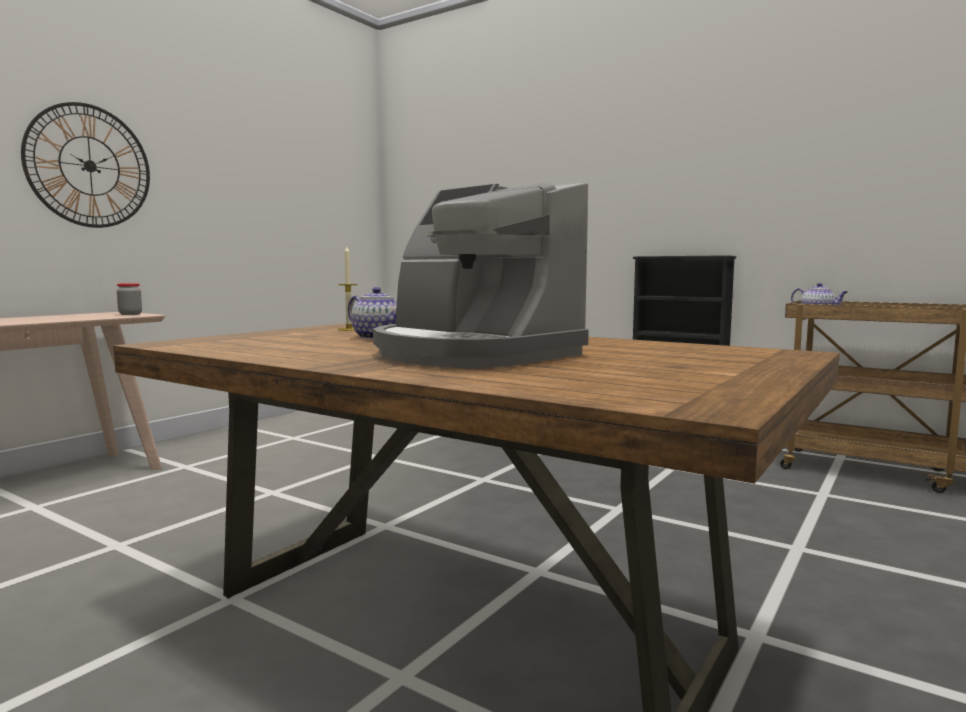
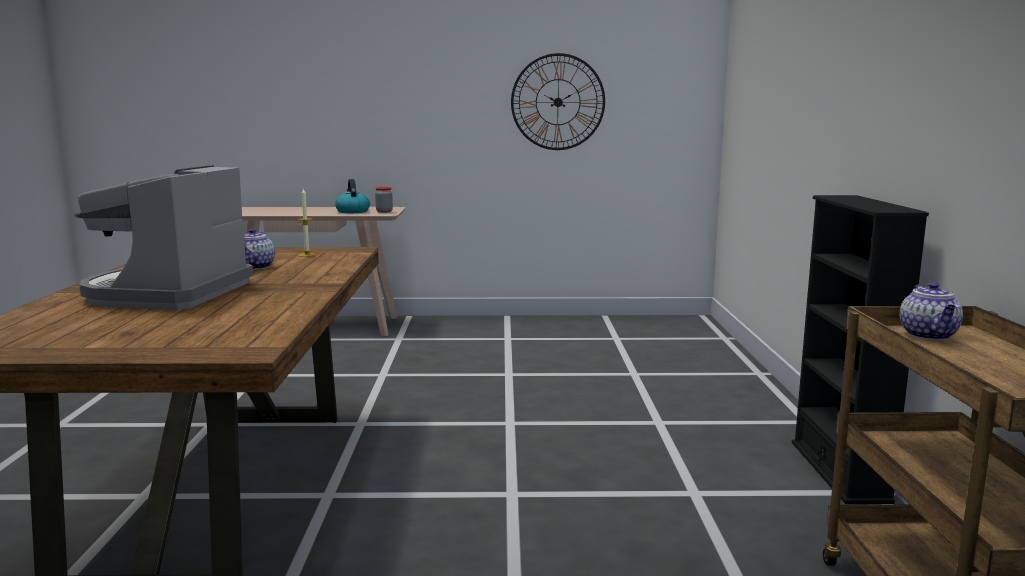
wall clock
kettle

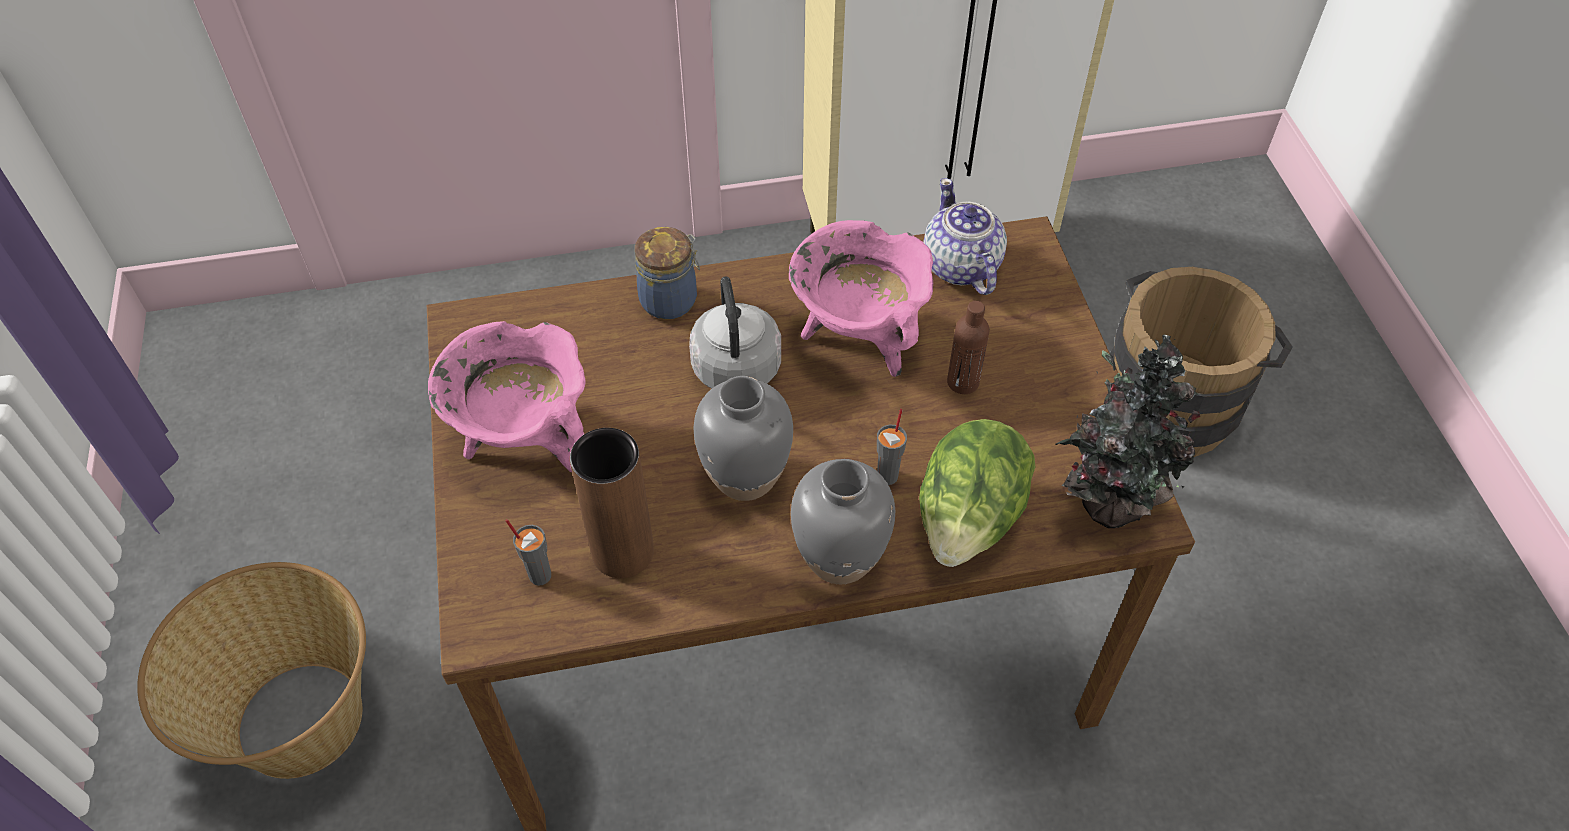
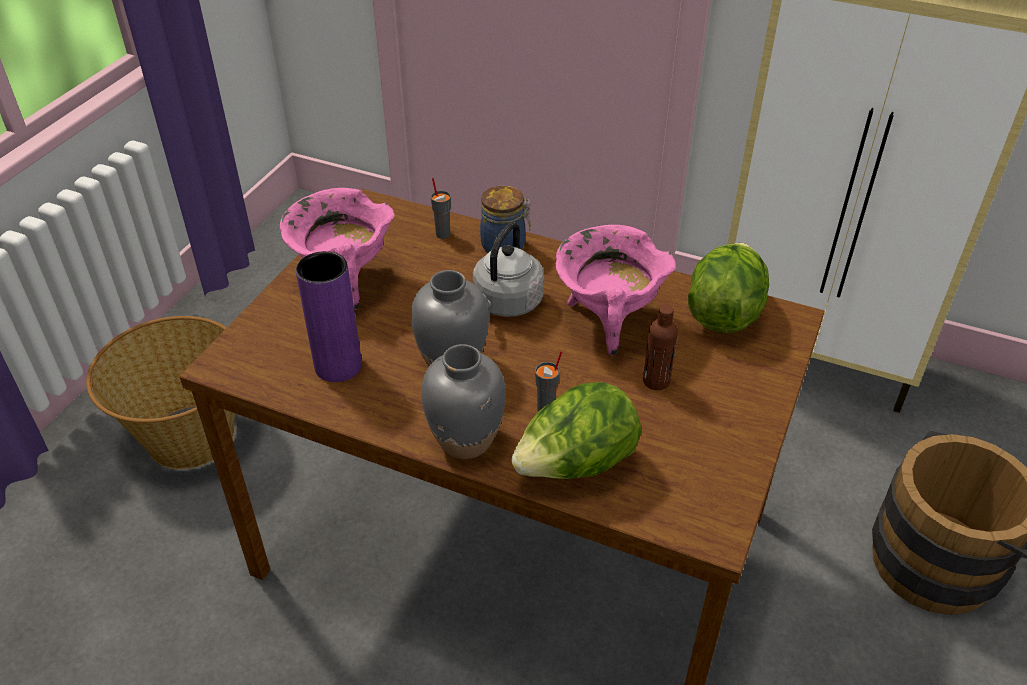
lettuce (no. 2 from left)
potted plant
purple vase
grey cup (no. 1 from left)

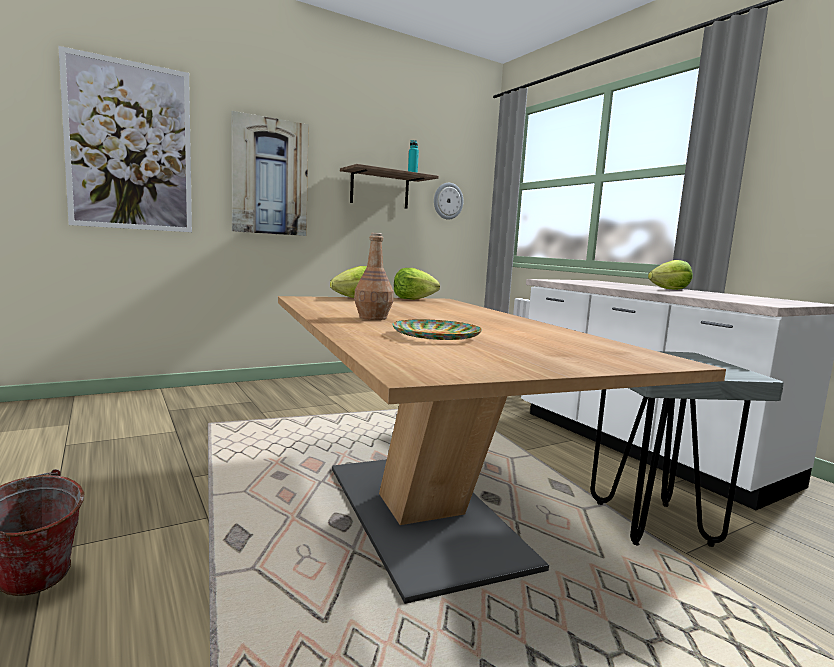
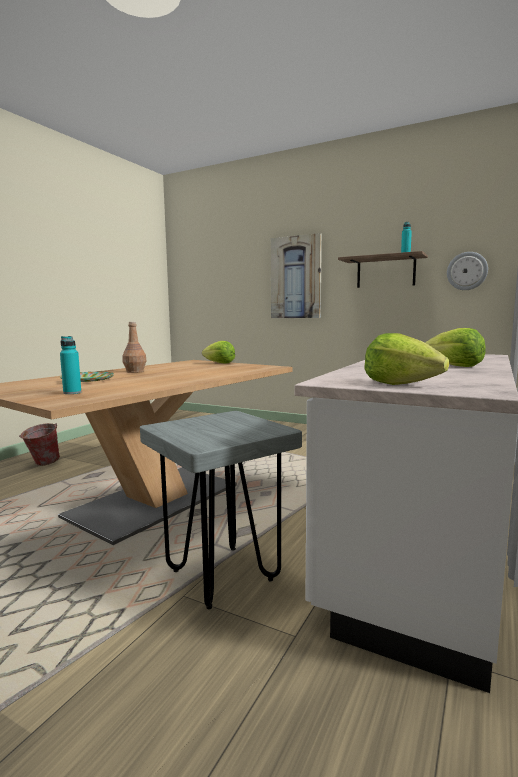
picture (no. 1 from left in the first image)
lettuce (no. 2 from left)
turquoise bottle (no. 1 from left)

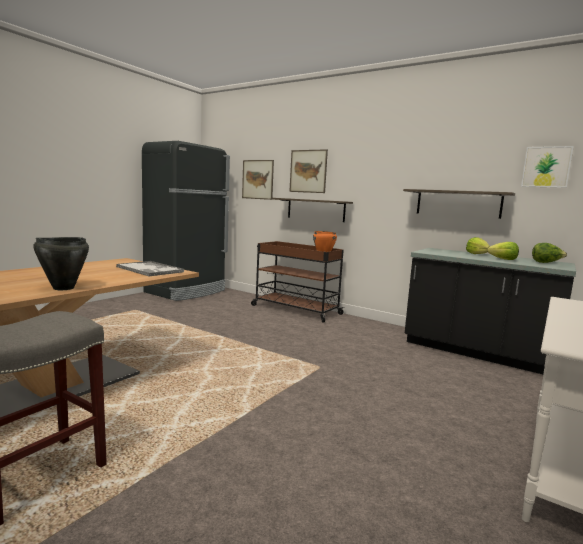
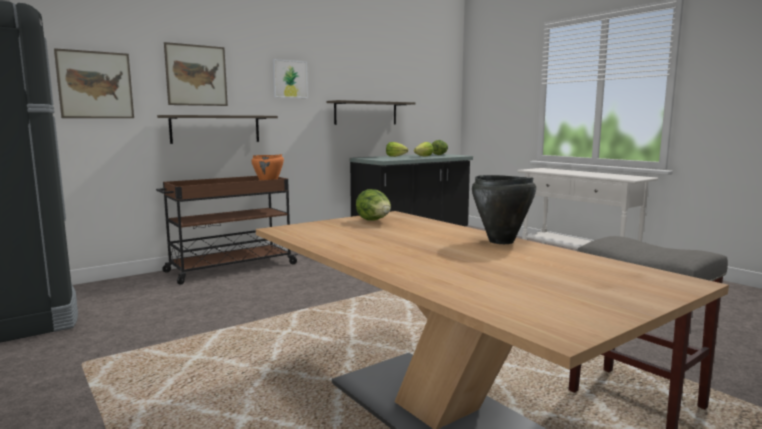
picture (no. 3 from left)
lettuce (no. 1 from left)

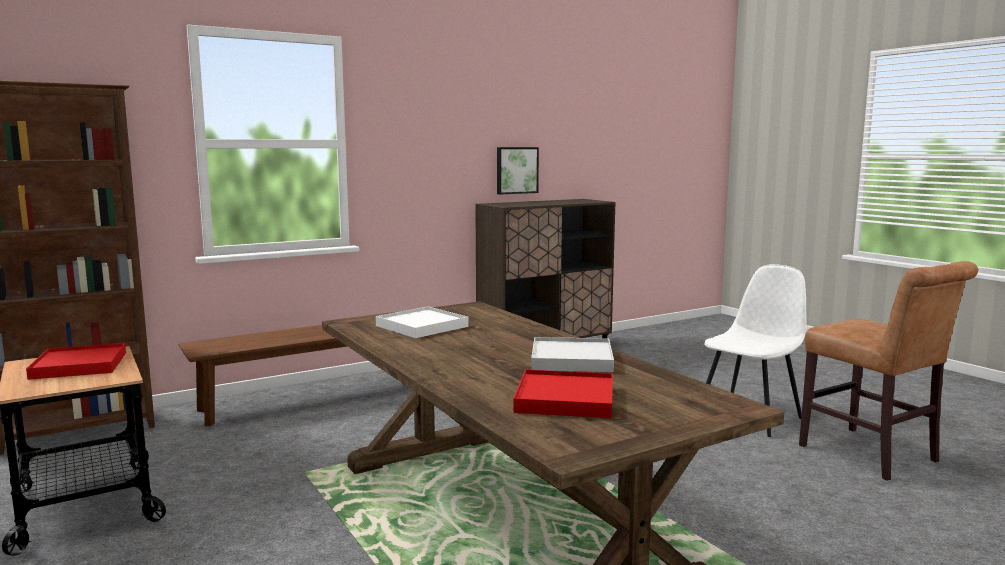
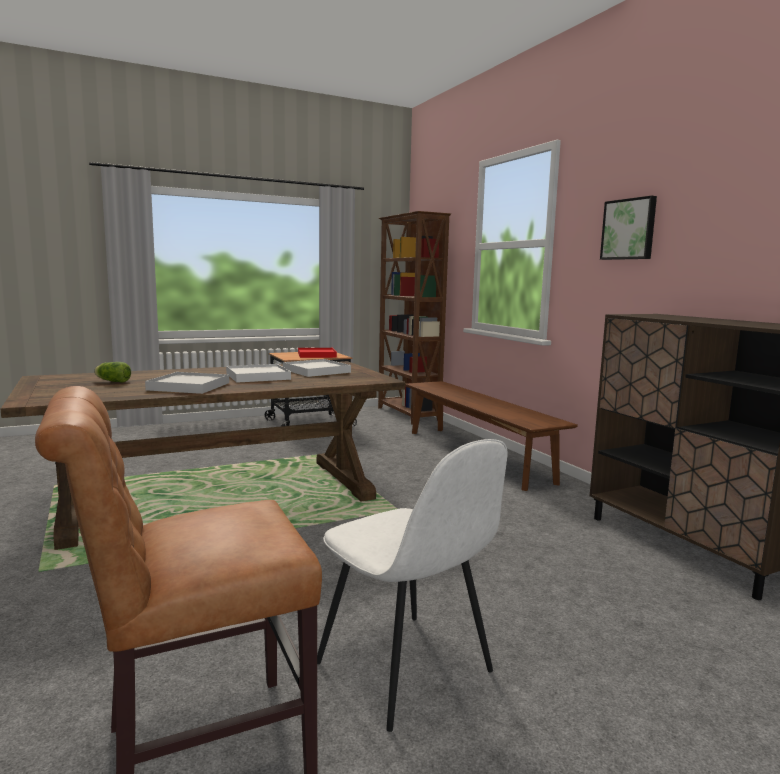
picture
lettuce
white tray (no. 2 from left)

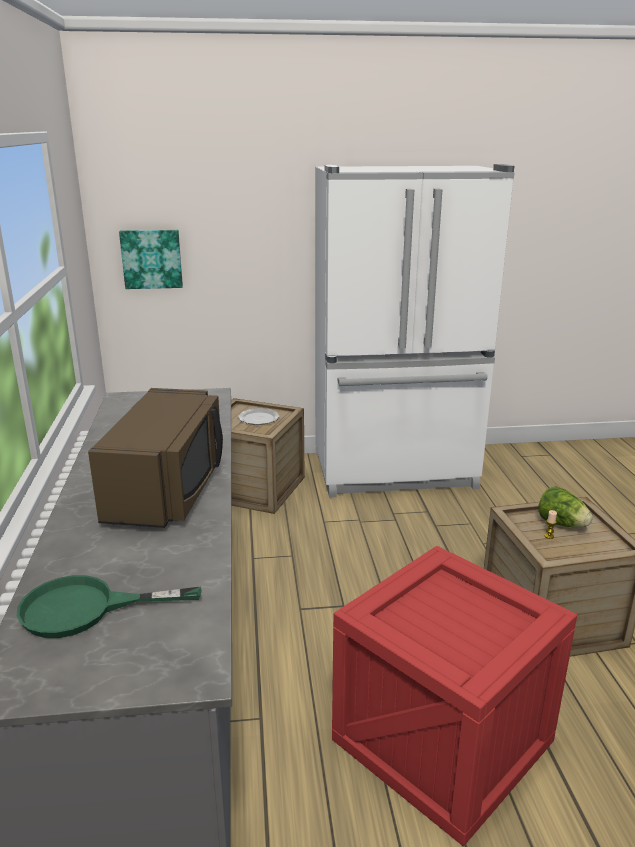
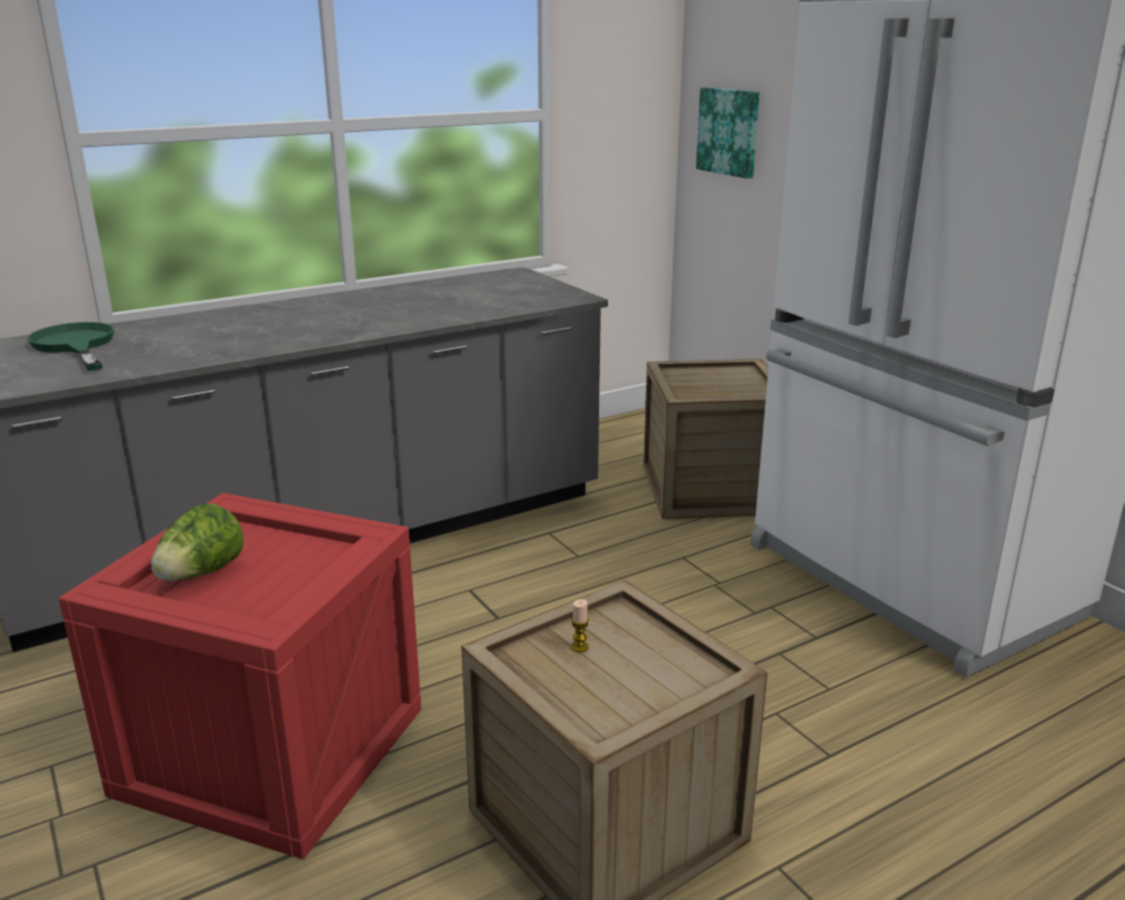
brown microwave
plate
lettuce

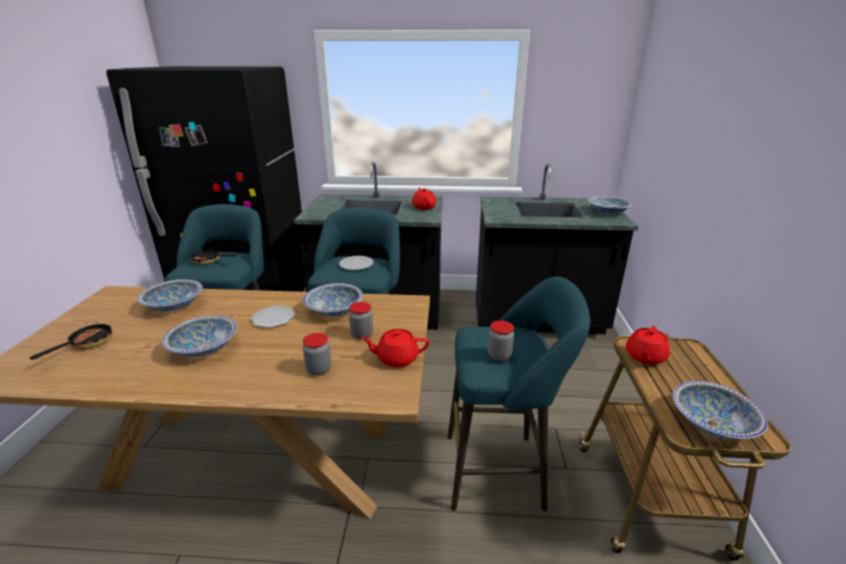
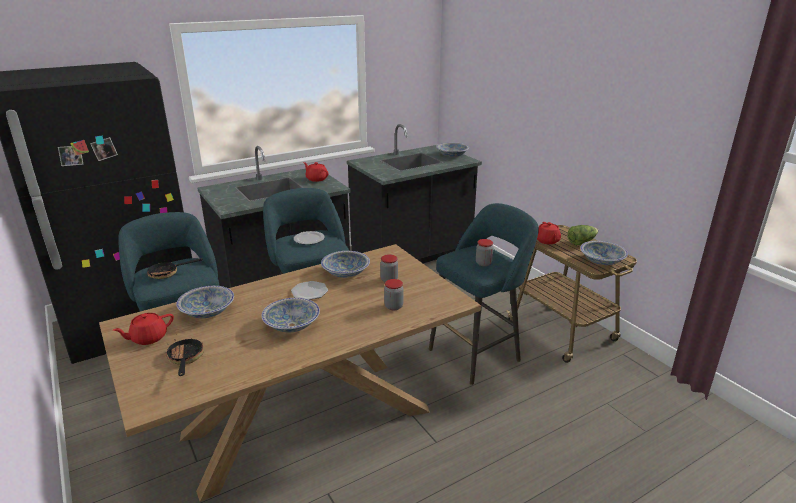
red teapot (no. 1 from left)
lettuce

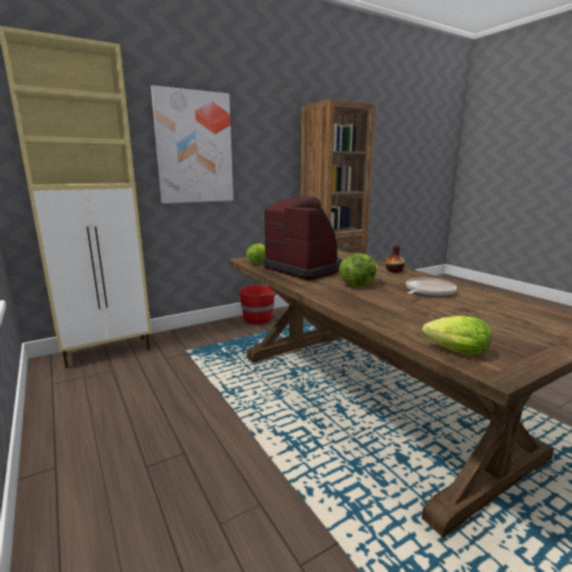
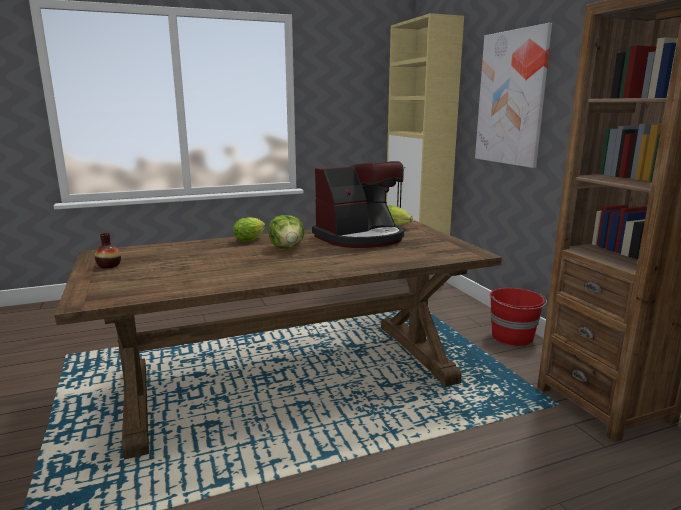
vase
frying pan
lettuce (no. 1 from left)

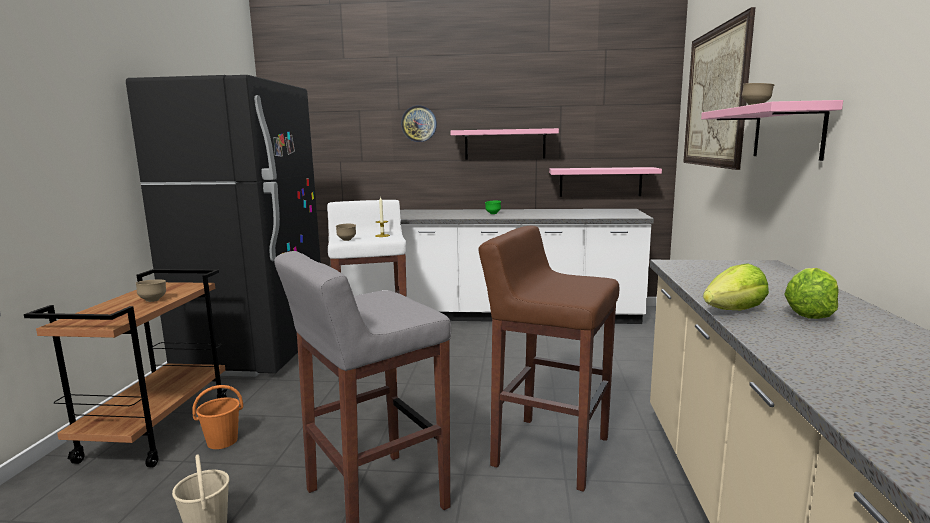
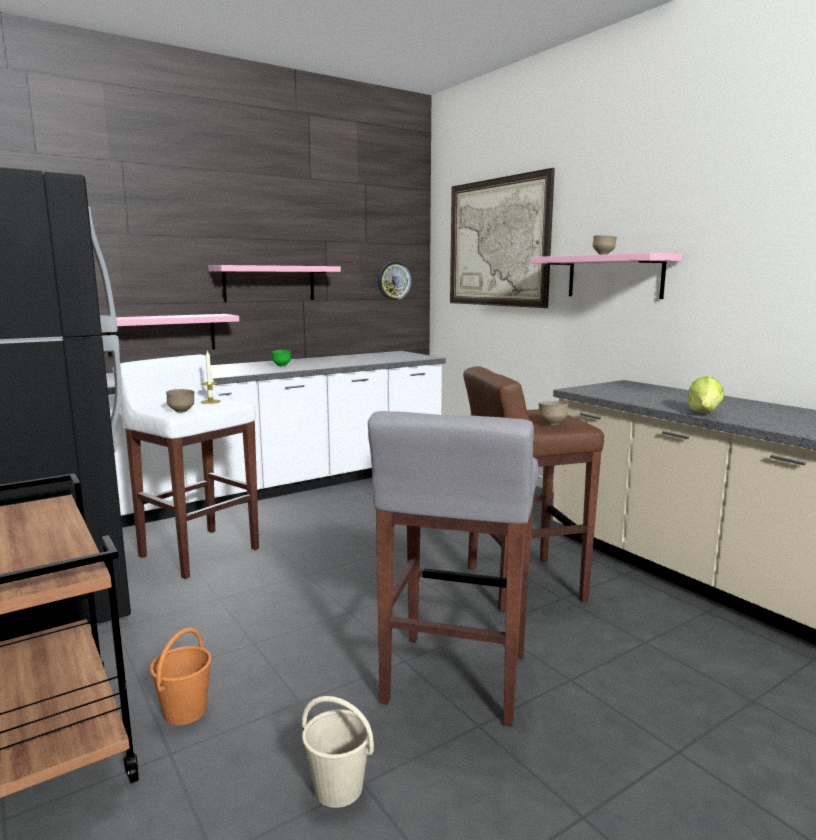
wall clock
pink shelf (no. 1 from left)
lettuce (no. 2 from left in the first image)
brown bowl (no. 2 from left)

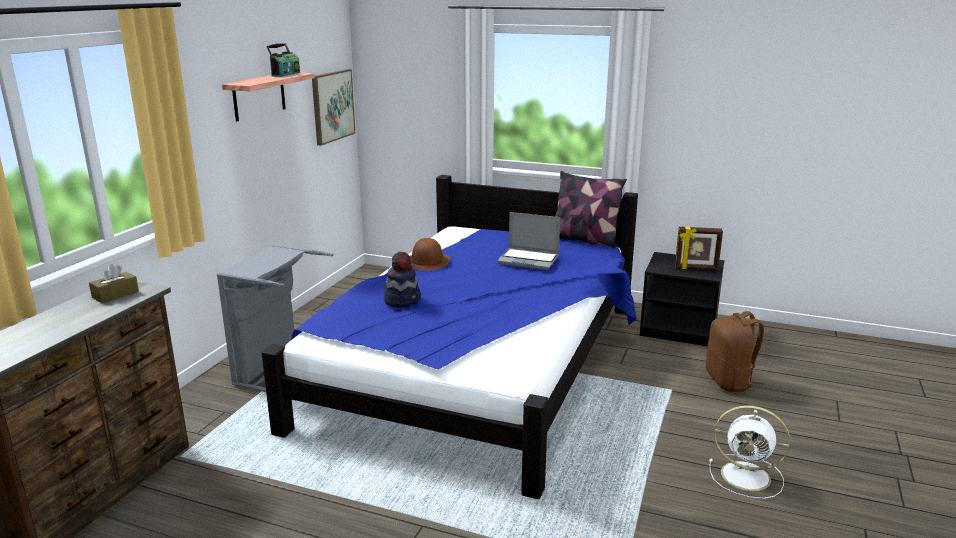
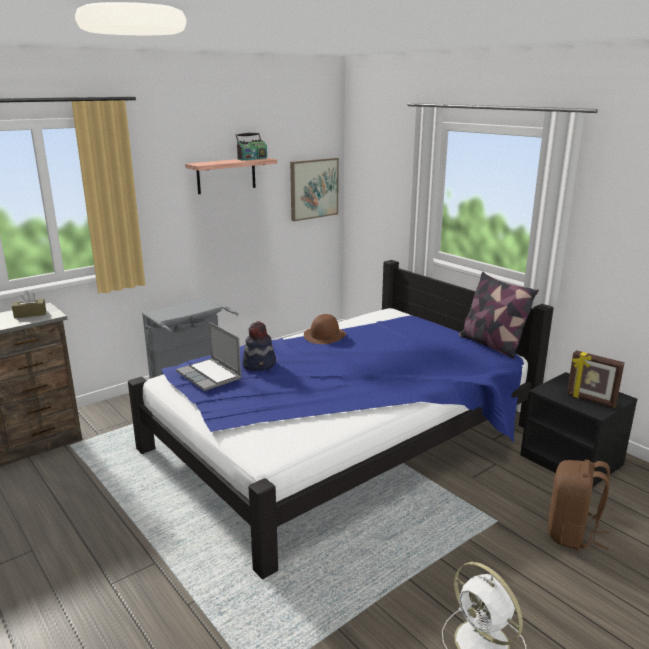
laptop

